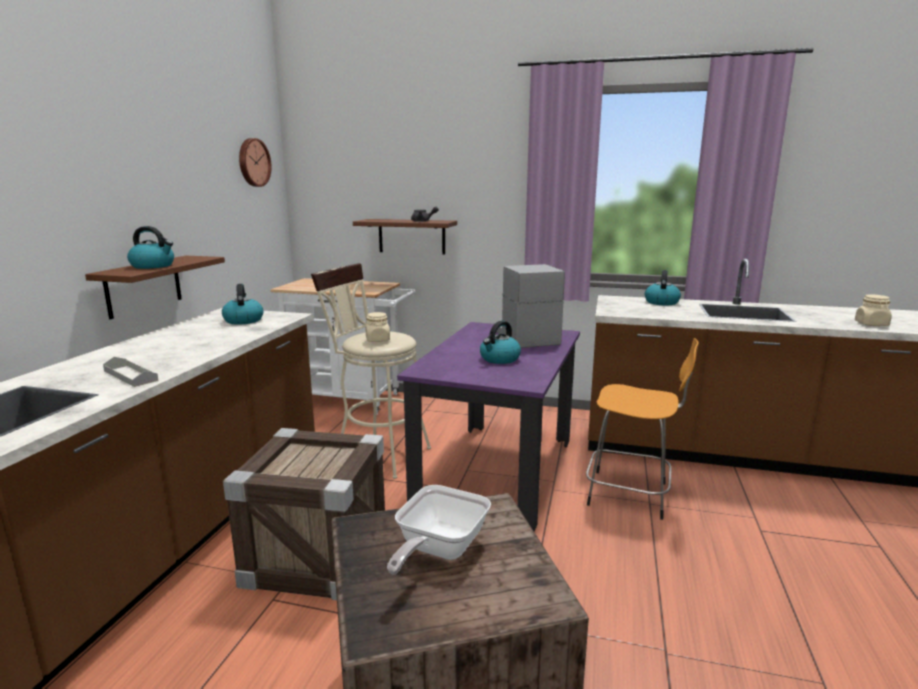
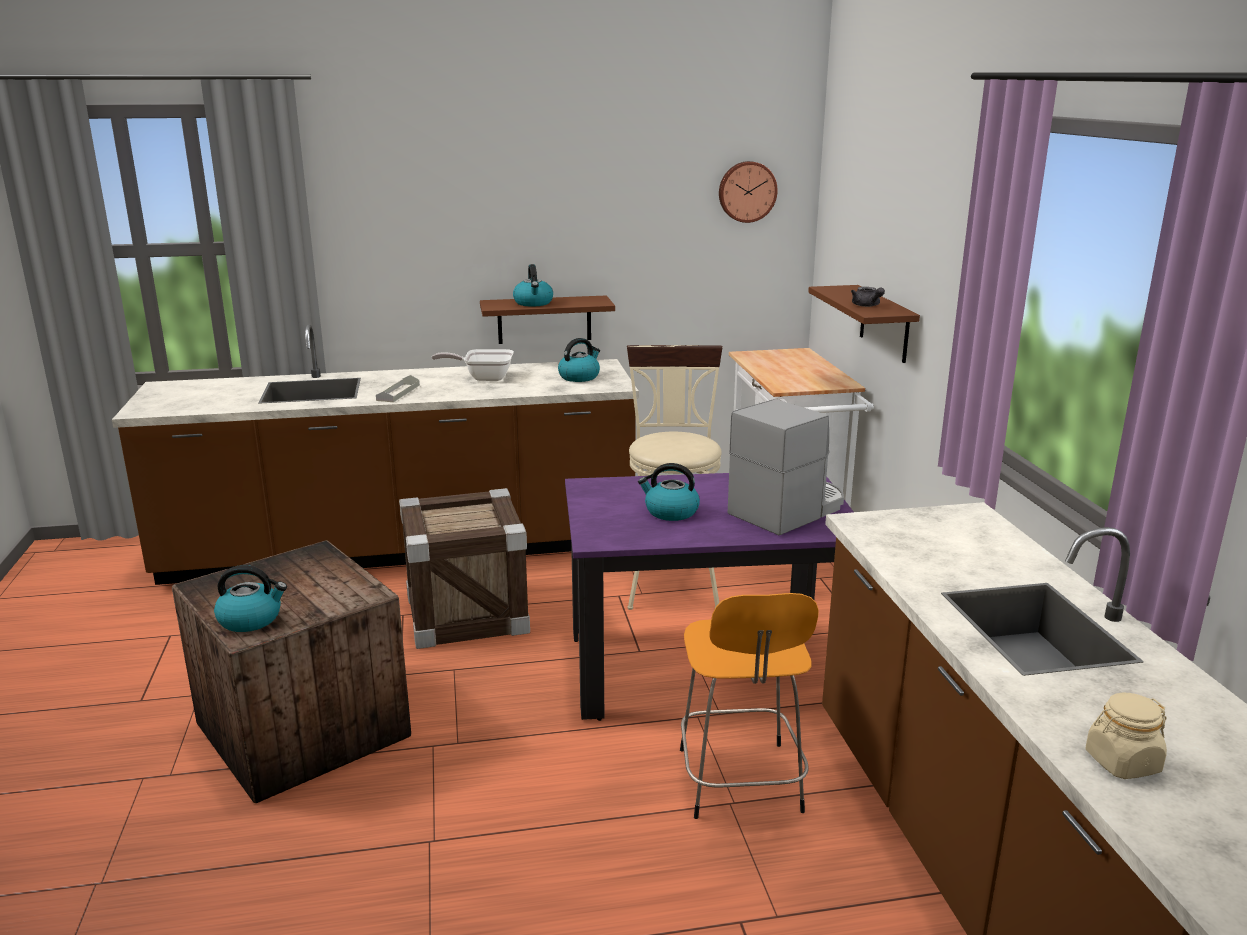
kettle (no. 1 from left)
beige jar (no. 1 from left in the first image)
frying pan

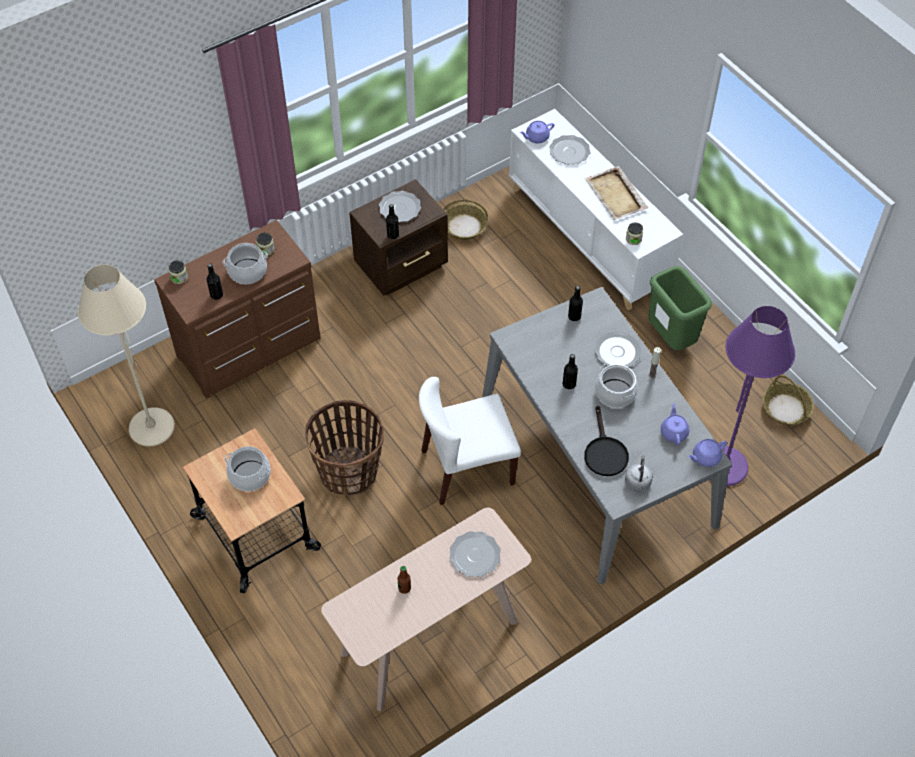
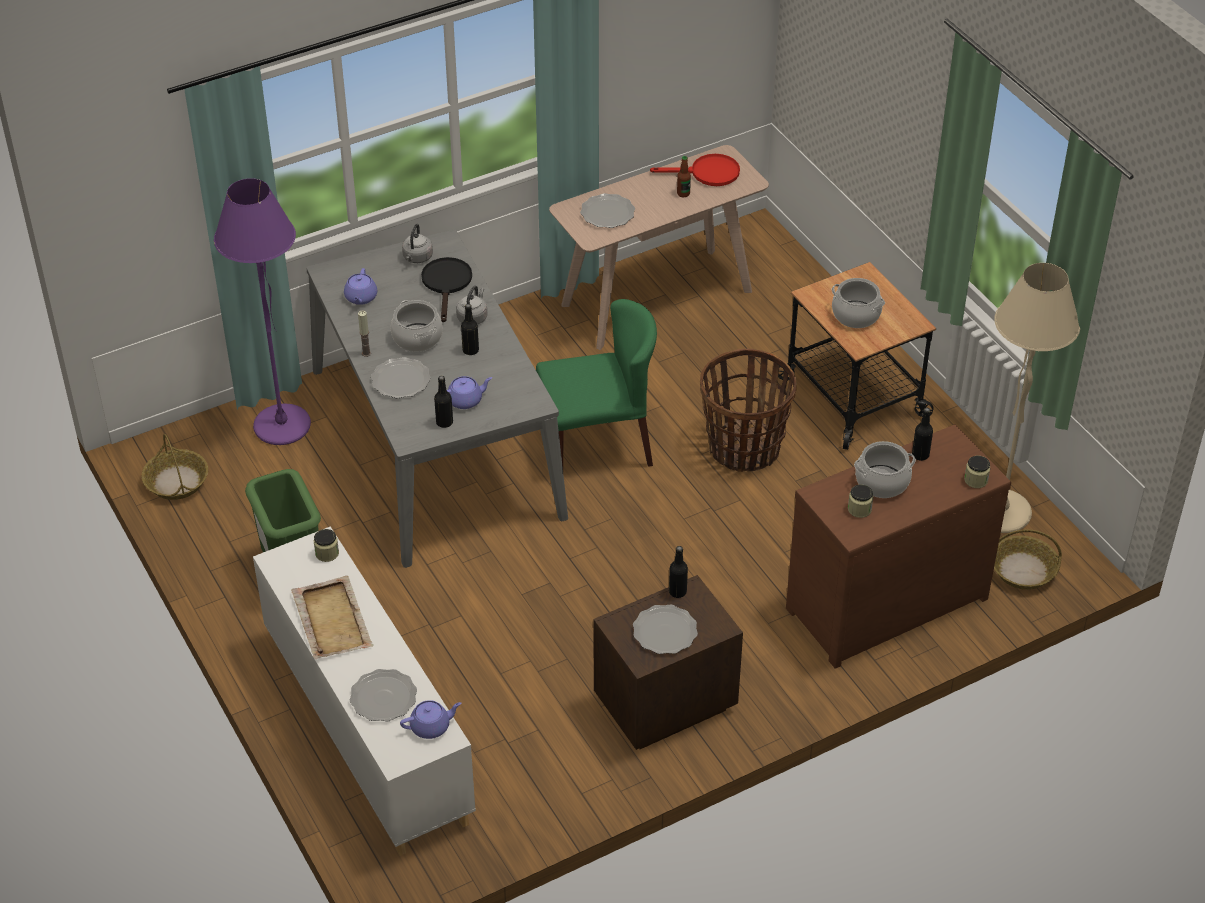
basket (no. 3 from left)
green chair
purple teapot (no. 3 from left)
red frying pan
grey kettle (no. 2 from left)

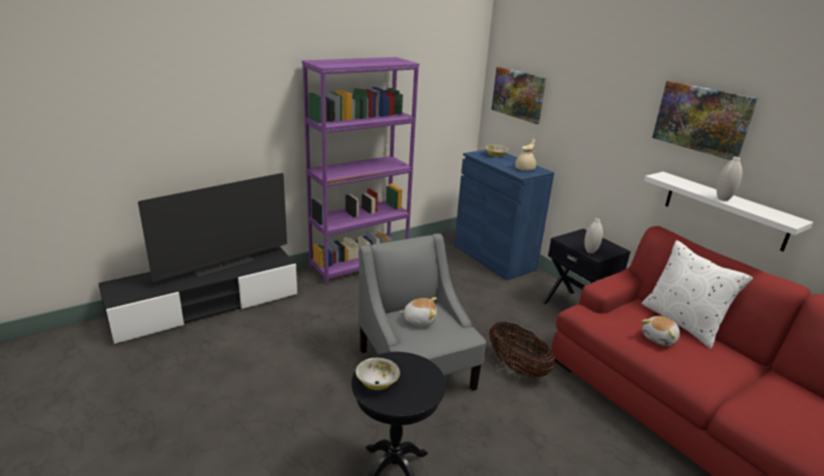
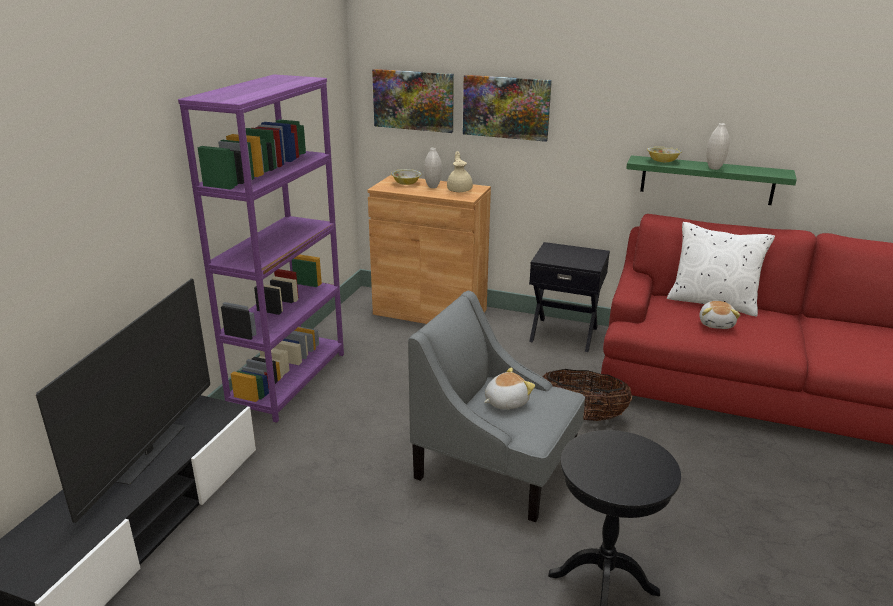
picture (no. 2 from left)
brown cabinet
green shelf
white vase (no. 1 from left)
bowl (no. 2 from left)

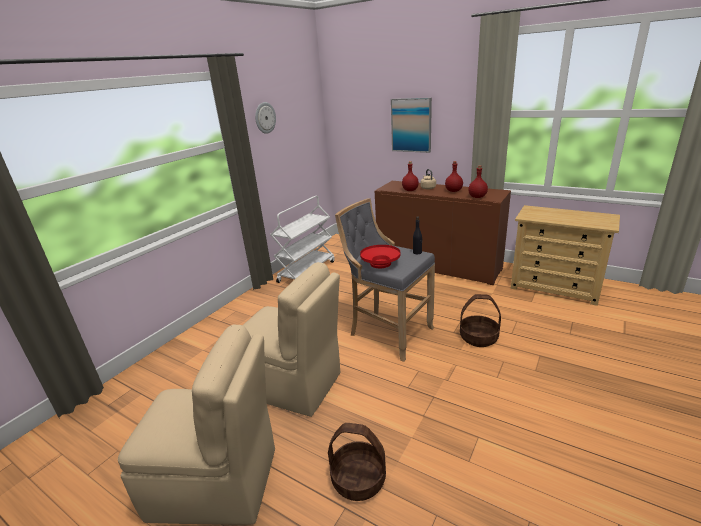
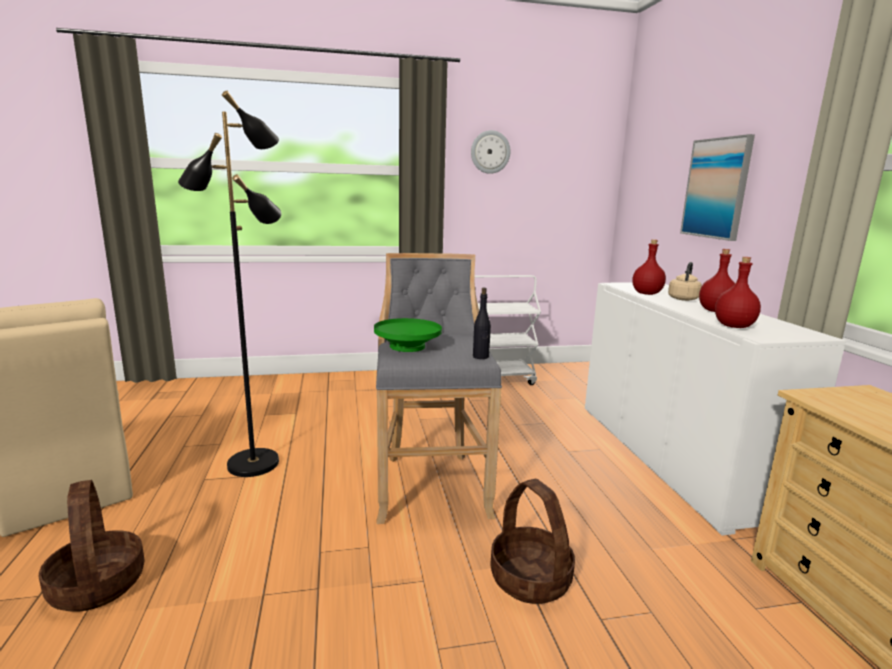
white cabinet
green bowl
black floor lamp

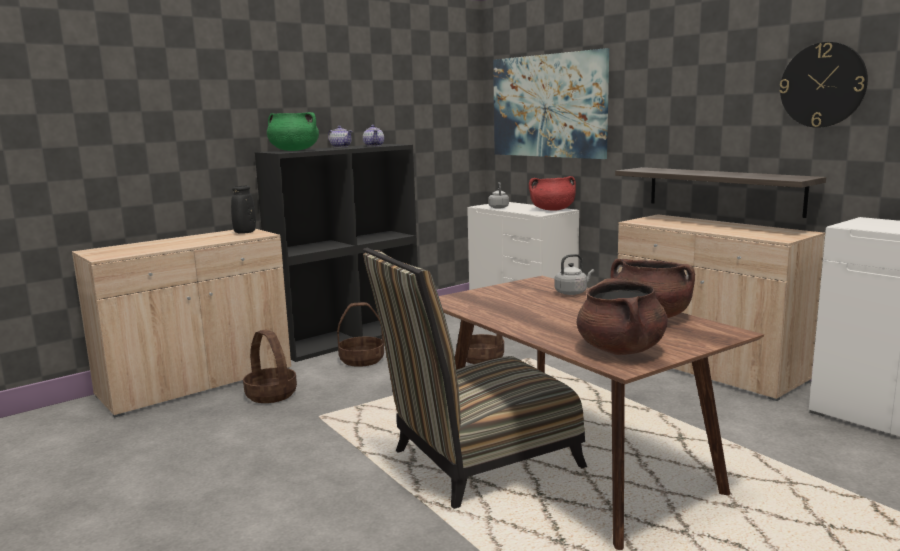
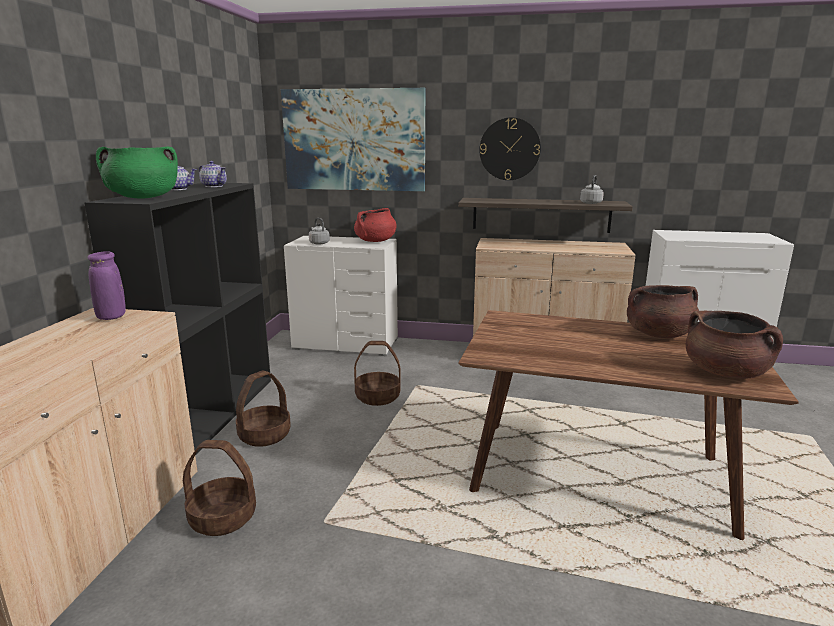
wall clock
purple vase
chair
grey kettle (no. 2 from left)

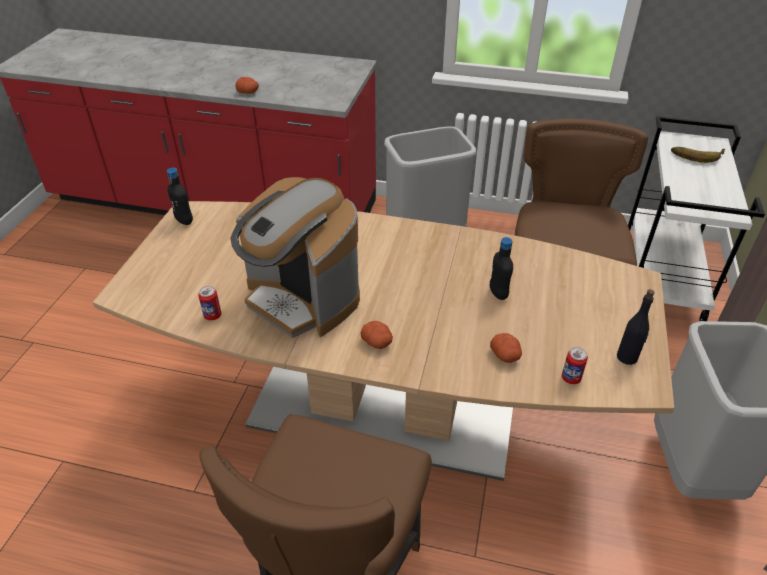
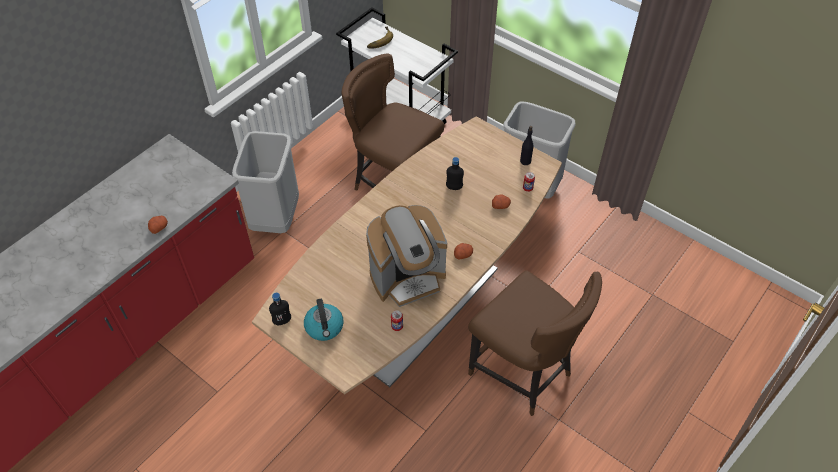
kettle

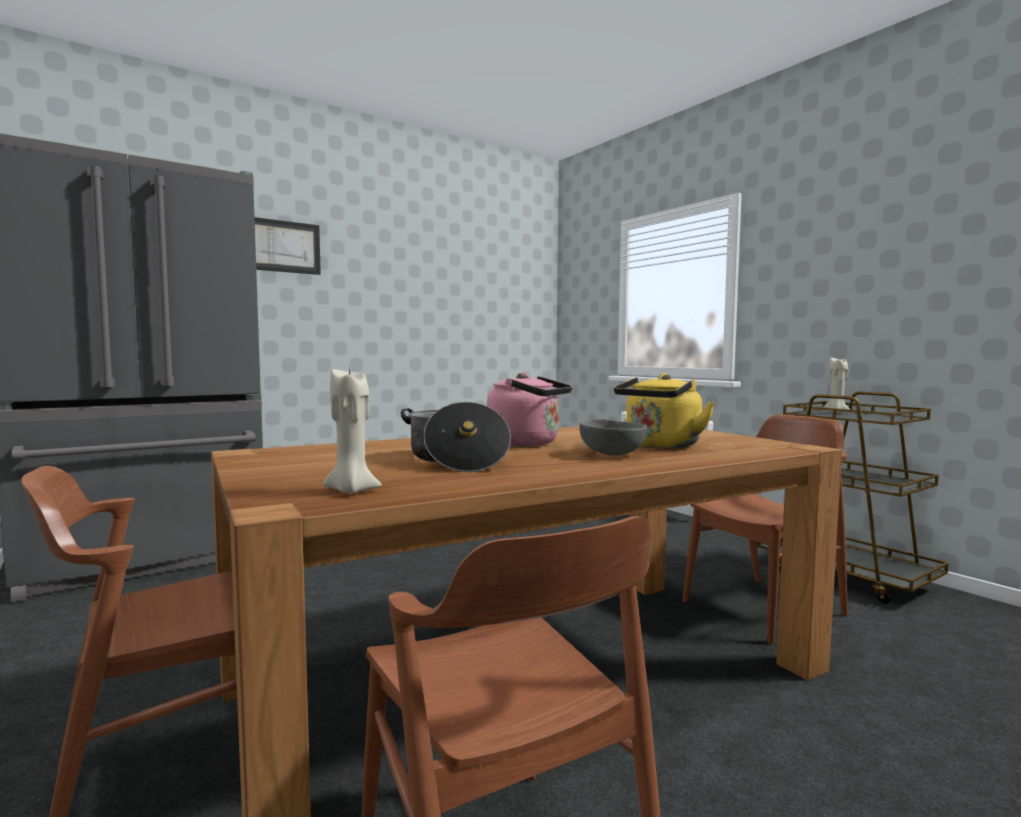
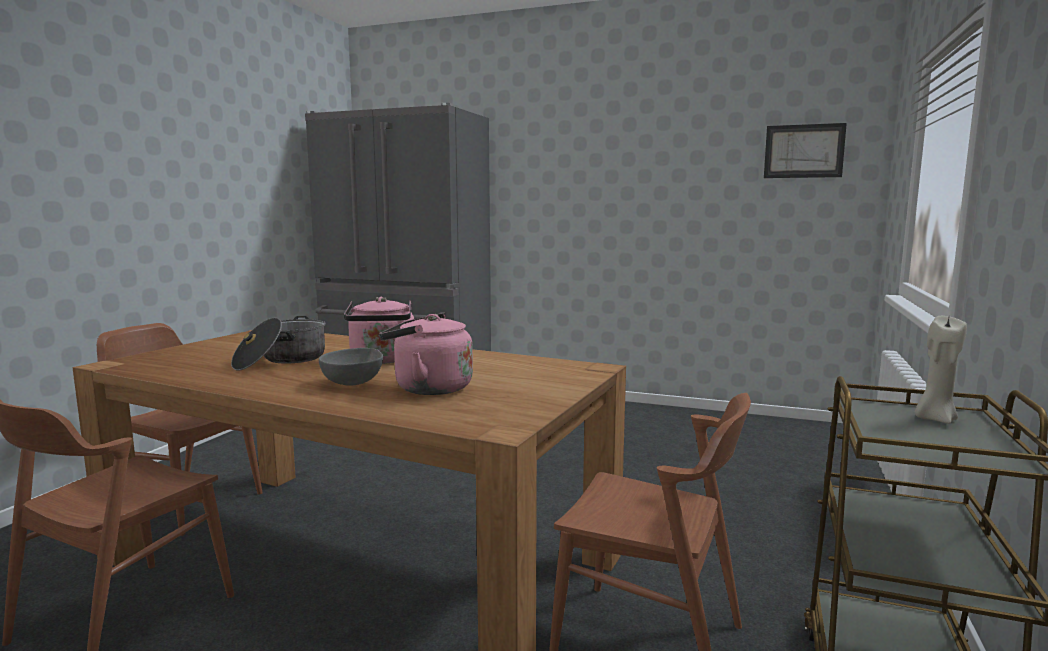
picture
beige candle (no. 1 from left in the first image)
pink kettle (no. 2 from left)

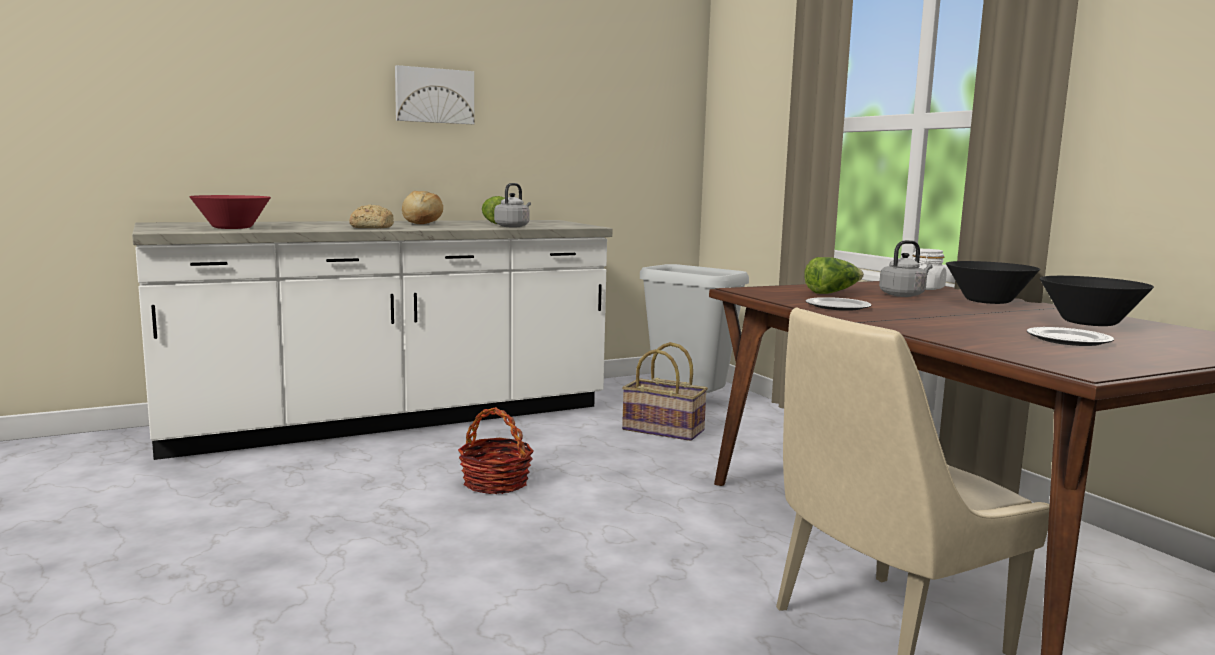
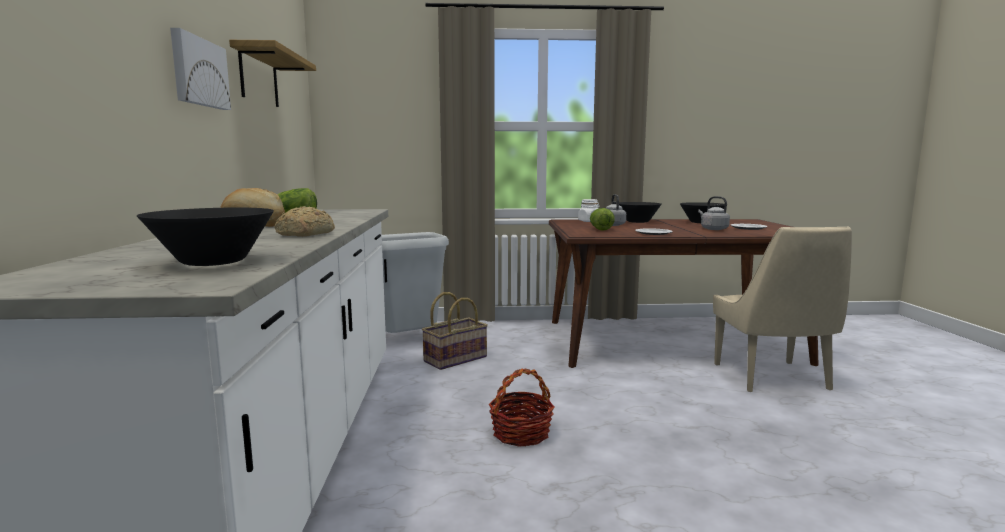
grey kettle (no. 2 from left)
black bowl (no. 1 from left)
shelf

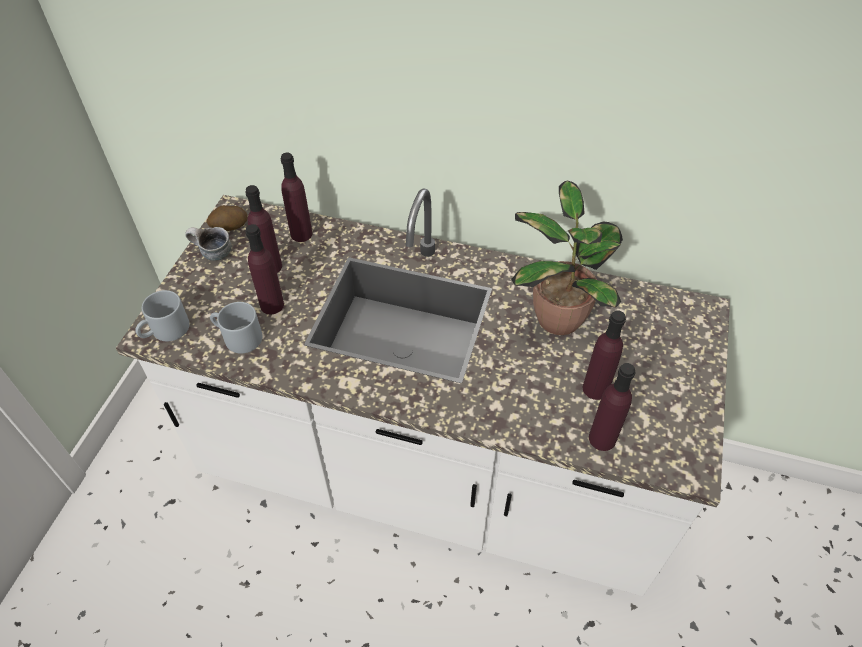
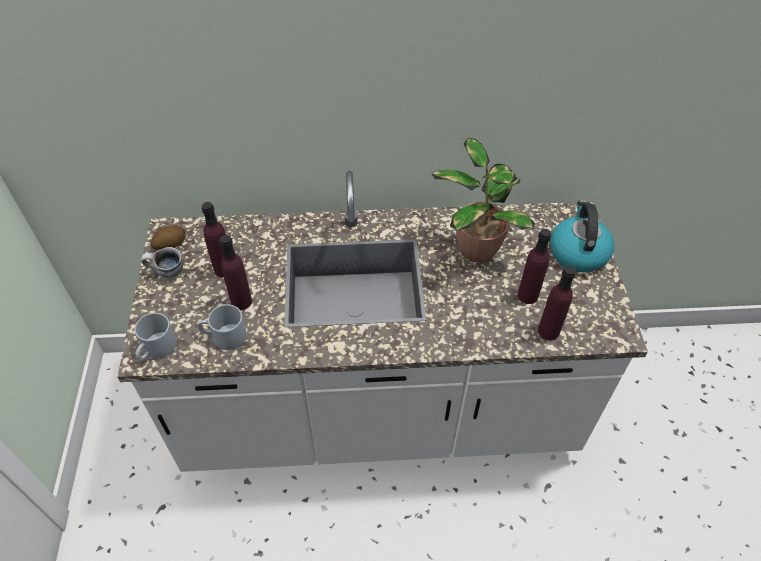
purple bottle (no. 3 from left in the first image)
kettle

